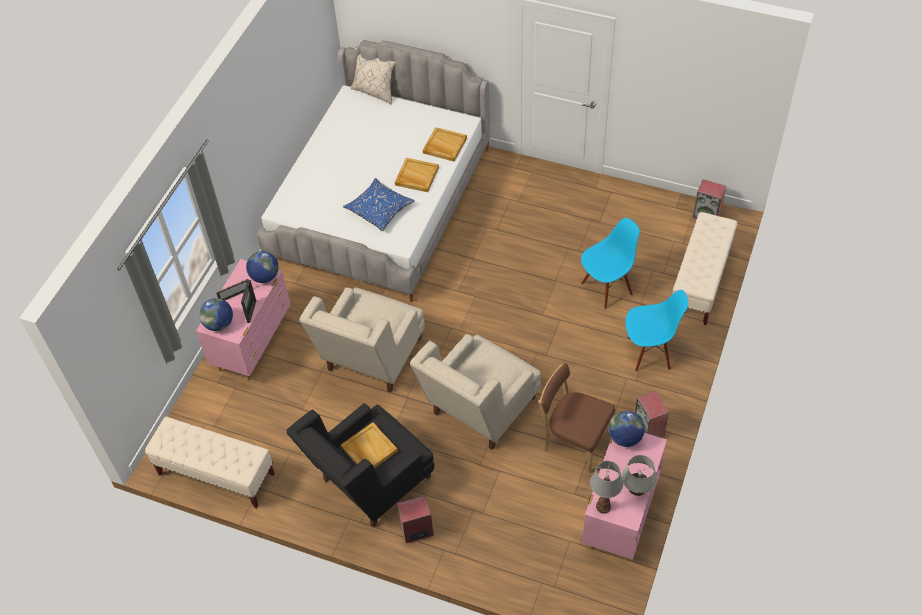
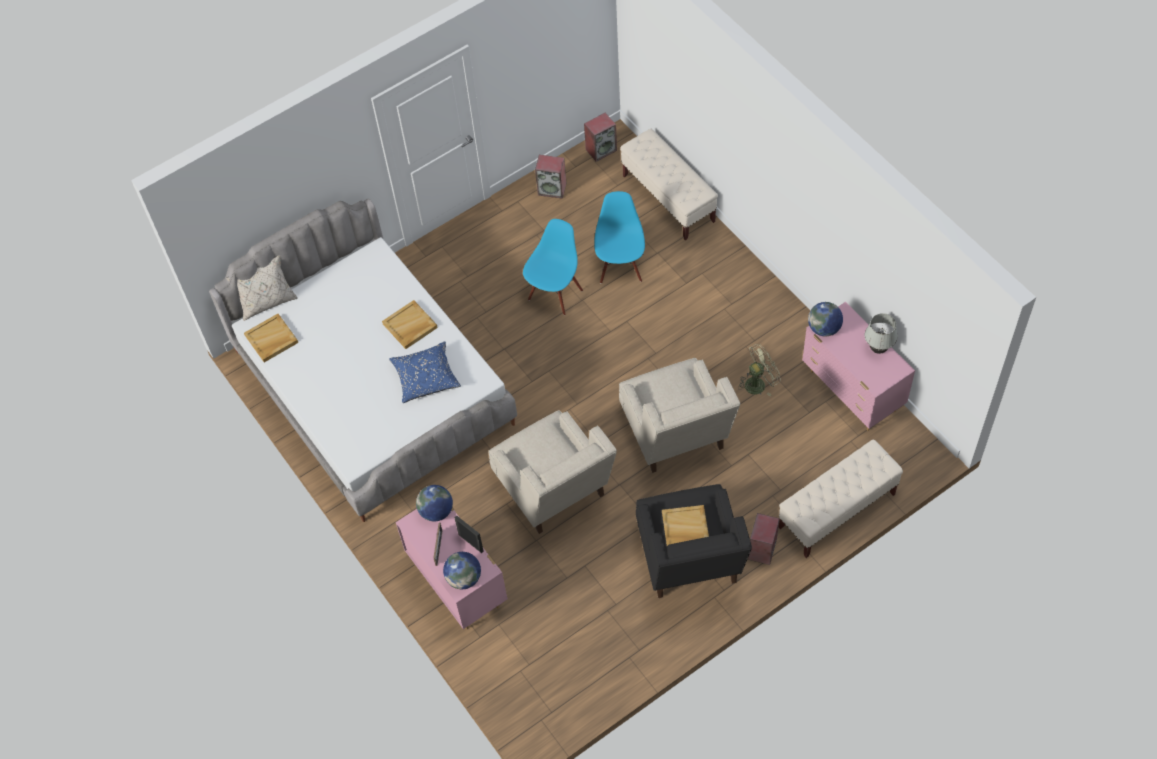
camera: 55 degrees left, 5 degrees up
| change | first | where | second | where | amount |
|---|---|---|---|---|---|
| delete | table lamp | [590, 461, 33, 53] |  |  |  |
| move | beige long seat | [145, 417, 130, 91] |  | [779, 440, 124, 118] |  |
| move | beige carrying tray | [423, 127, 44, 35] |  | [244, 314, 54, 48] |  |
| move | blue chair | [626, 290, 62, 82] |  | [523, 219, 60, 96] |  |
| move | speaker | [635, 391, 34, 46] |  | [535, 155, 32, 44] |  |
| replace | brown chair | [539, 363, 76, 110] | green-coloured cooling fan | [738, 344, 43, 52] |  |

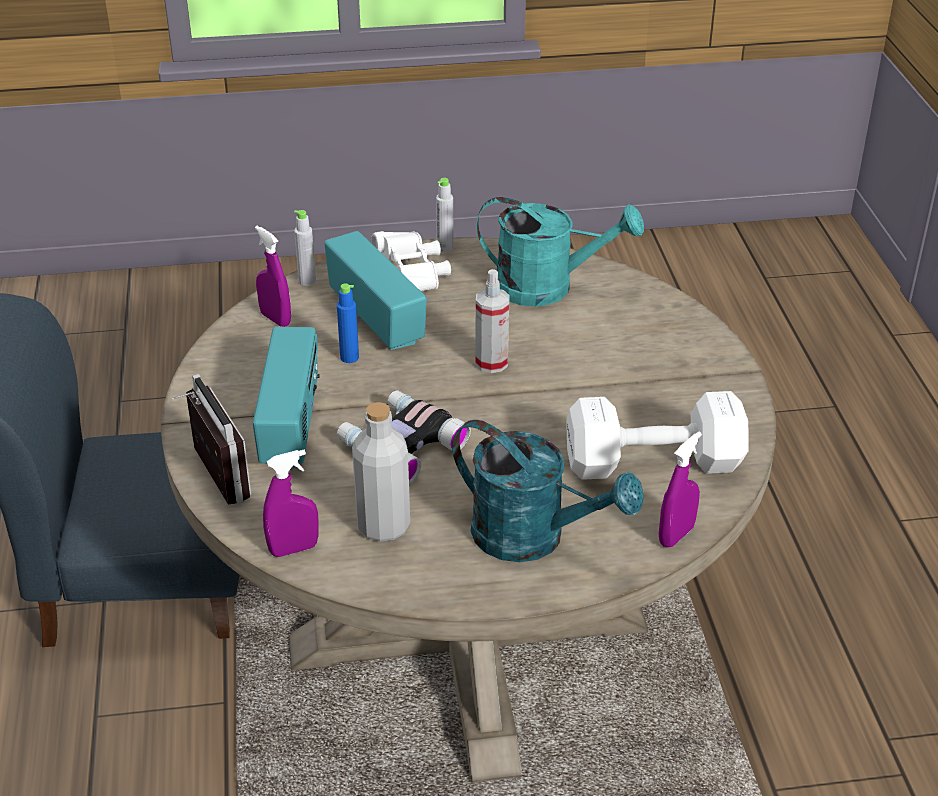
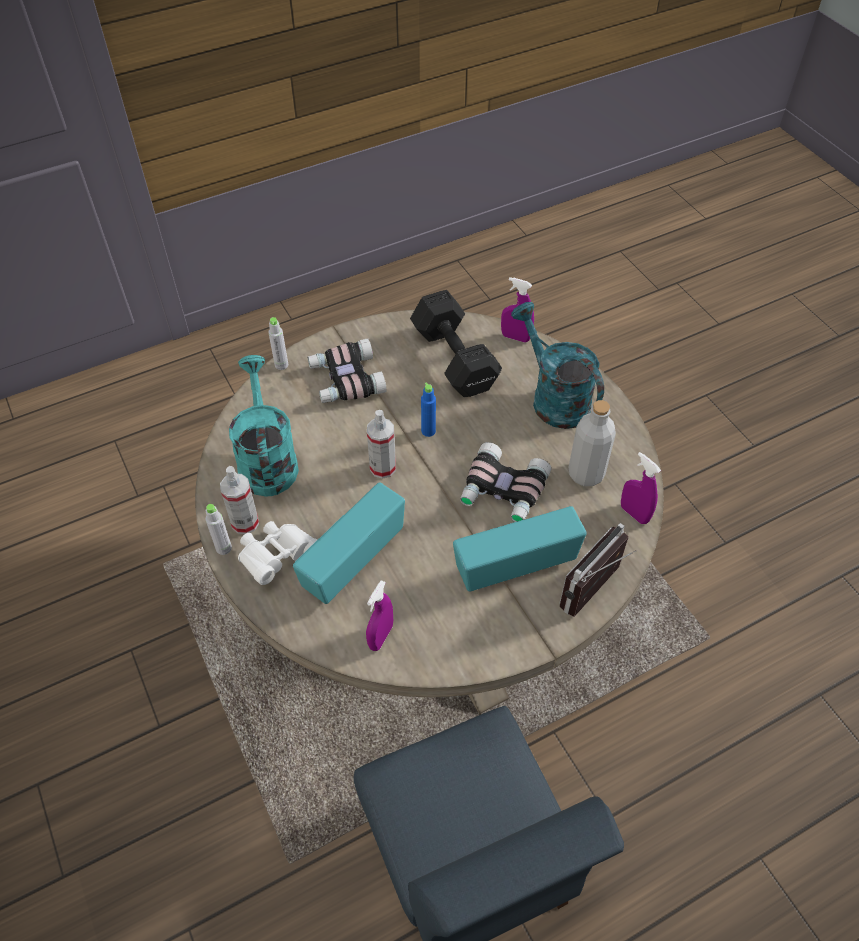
camera: 110 degrees left, 15 degrees up
| change | first | where | second | where | amount |
|---|---|---|---|---|---|
| insert |  |  | hand sprayer | [220, 466, 39, 68] |  |
| insert |  |  | pair of binoculars | [307, 338, 80, 65] |  |
| move | gray drink bottle | [294, 210, 22, 76] |  | [268, 317, 20, 53] |  |
| move | blue drink bottle | [337, 283, 22, 80] |  | [421, 382, 15, 55] |  |
| recolor | whitish hand weight | [566, 391, 183, 89] | blackish hand weight | [410, 290, 92, 107] |  |
| rotate | blue-green sprinkling can | [452, 420, 192, 142] |  | [511, 302, 93, 127] | 45 degrees counterclockwise |

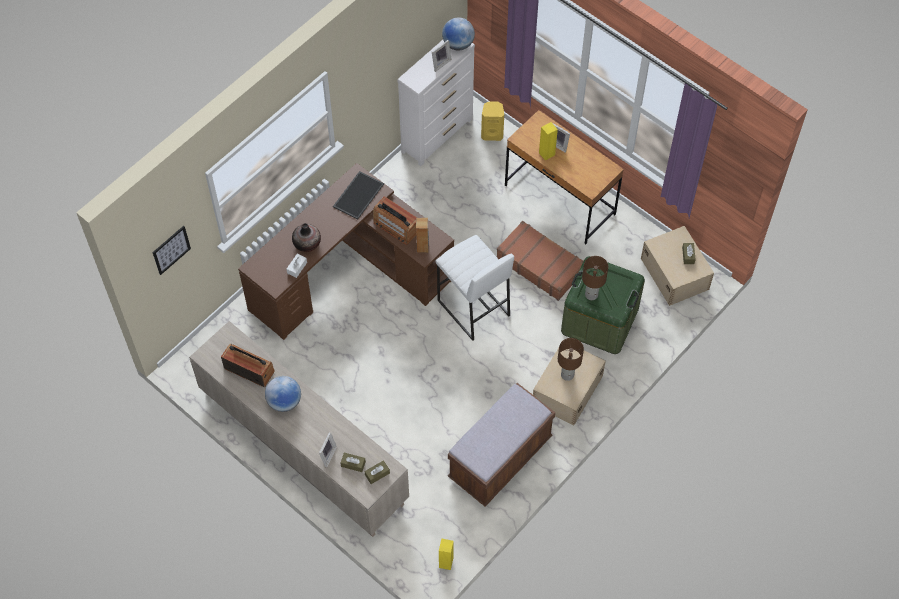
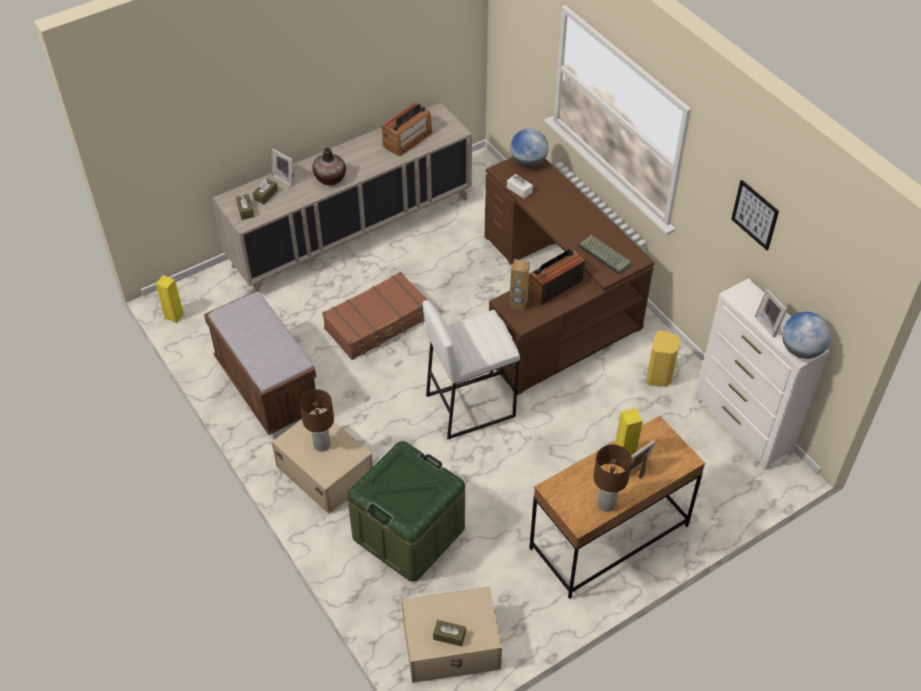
camera: 105 degrees right, 10 degrees down
| change | first | where | second | where | amount |
|---|---|---|---|---|---|
| move | wall art | [152, 226, 39, 49] |  | [731, 180, 48, 70] |  |
| move | globe | [265, 376, 36, 36] |  | [510, 128, 39, 39] |  |
| move | decorative vase | [292, 223, 29, 29] |  | [312, 148, 34, 37] |  |
| move | yellow-coloured speaker | [481, 101, 23, 40] |  | [646, 330, 34, 57] |  |
| move | brown suitcase | [497, 221, 86, 80] |  | [322, 272, 106, 88] |  |
| move | brown table lamp | [582, 256, 26, 44] |  | [593, 444, 39, 68] |  |
| replace | carrying tray | [333, 171, 51, 49] | PC keyboard | [578, 235, 55, 40] |  |

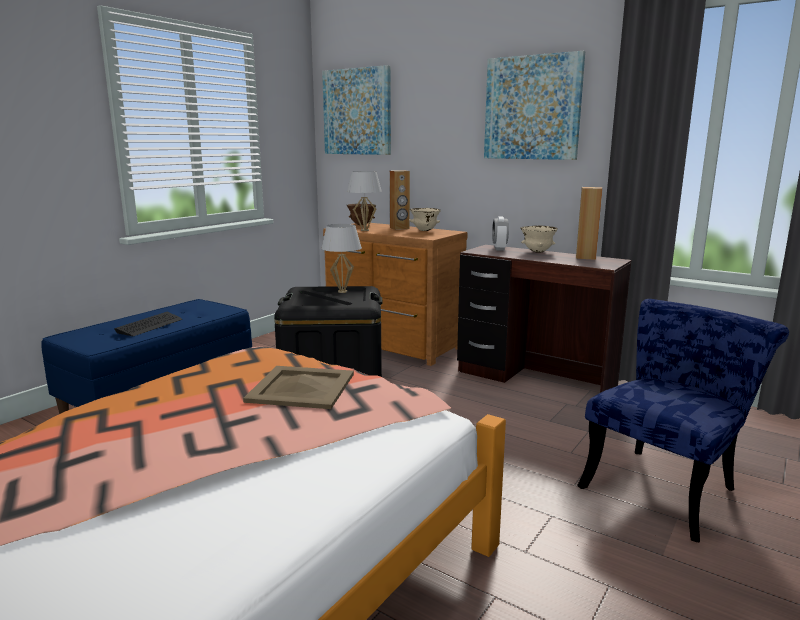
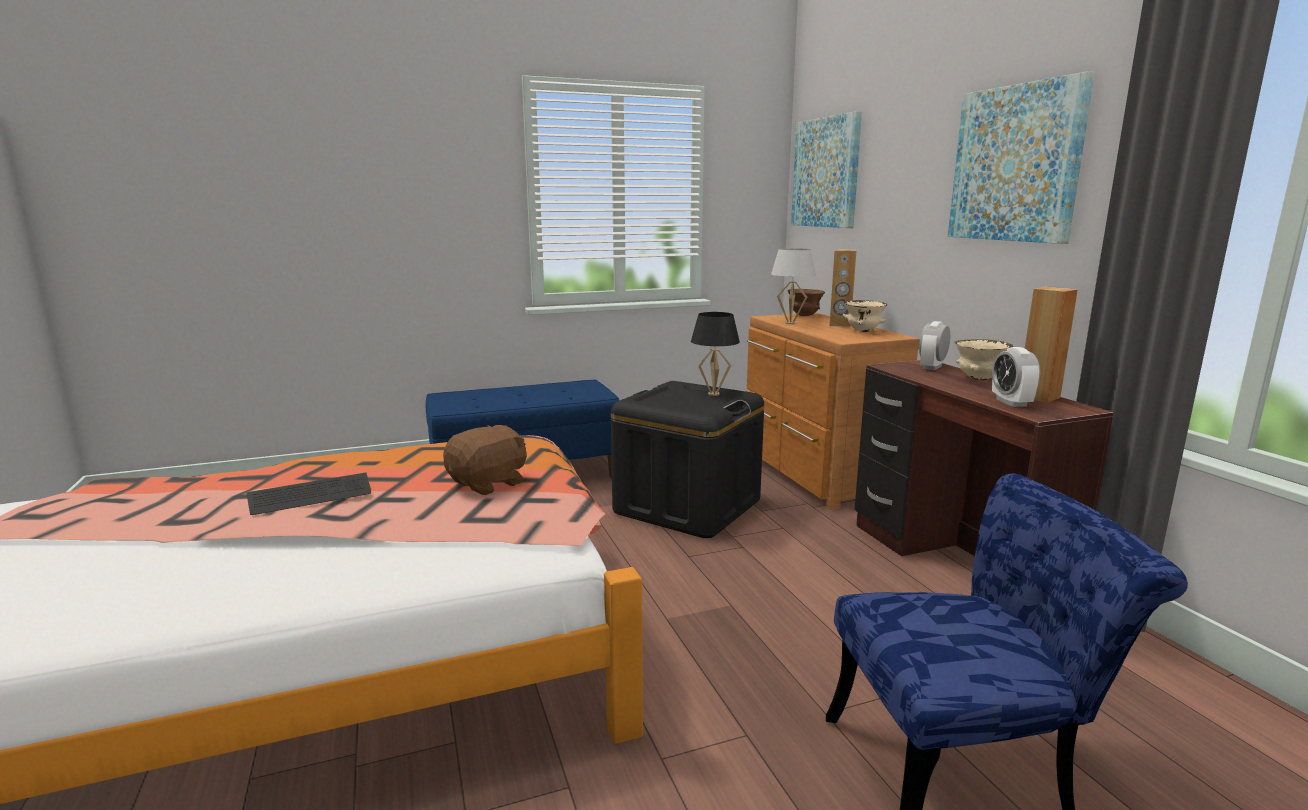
camera: 35 degrees right, 0 degrees up
| change | first | where | second | where | amount |
|---|---|---|---|---|---|
| insert |  |  | table clock | [992, 347, 48, 60] |  |
| move | PC keyboard | [114, 312, 68, 24] |  | [246, 472, 125, 43] |  |
| replace | beige carrying tray | [243, 366, 111, 43] | brown soft toy | [443, 425, 84, 70] |  |
| recolor | whitish table lamp | [321, 224, 41, 69] | blackish table lamp | [691, 312, 49, 84] |  |

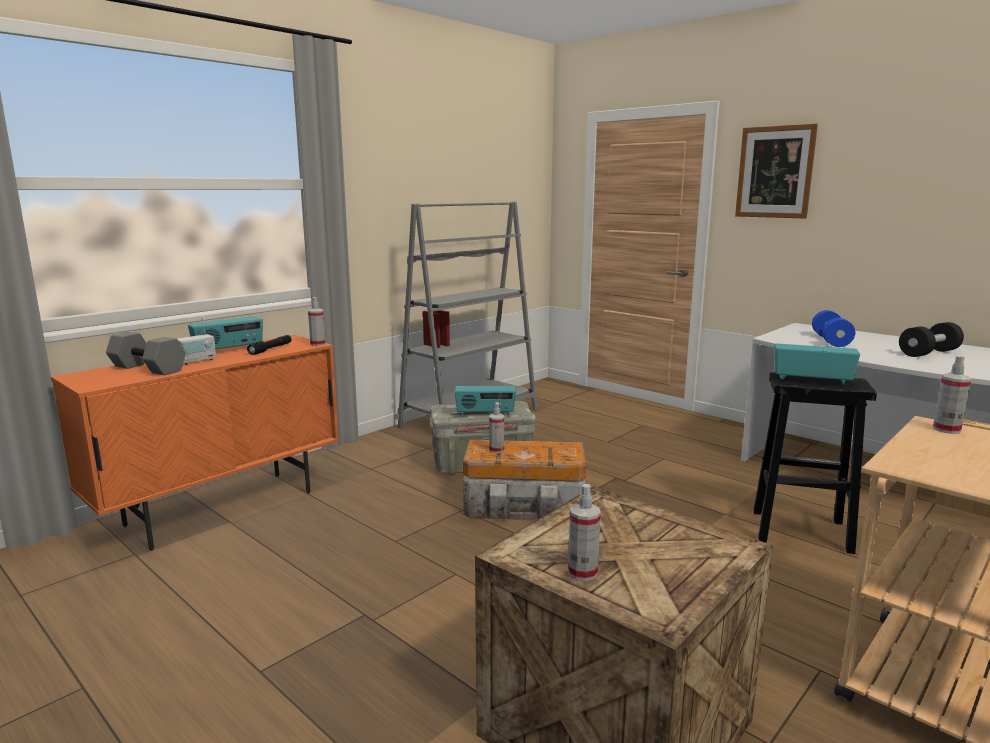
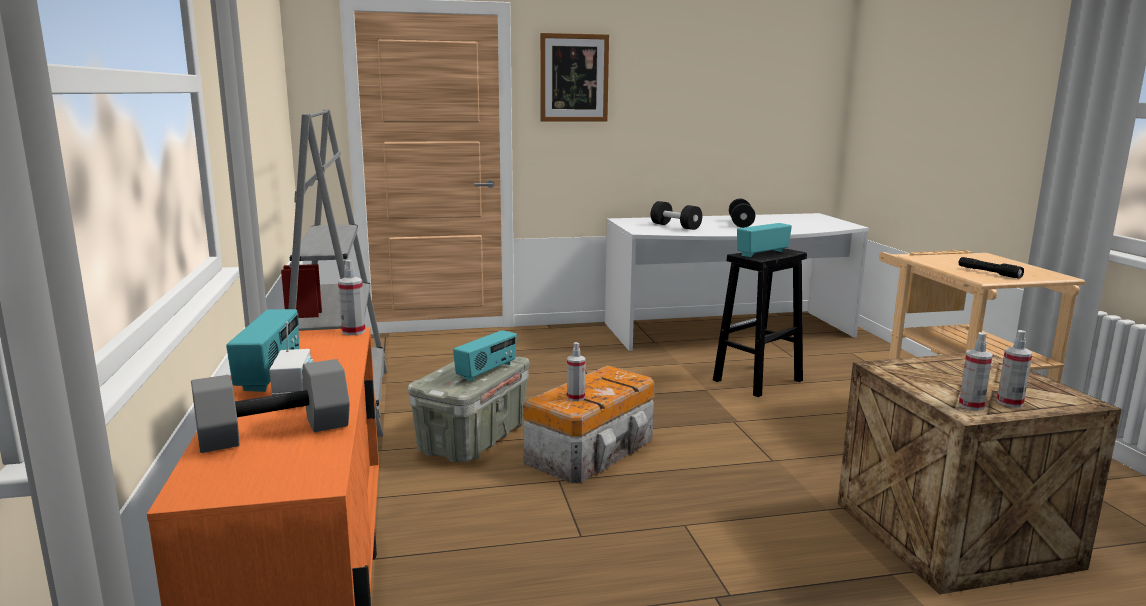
camera: 55 degrees left, 0 degrees up
| change | first | where | second | where | amount |
|---|---|---|---|---|---|
| move | blackish hand torch | [247, 335, 45, 20] |  | [959, 257, 65, 22] |  |
| move | hand sprayer | [933, 355, 38, 79] |  | [959, 332, 34, 79] |  |
| recolor | blue hand weight | [812, 310, 43, 37] | blackish hand weight | [651, 201, 51, 29] |  |

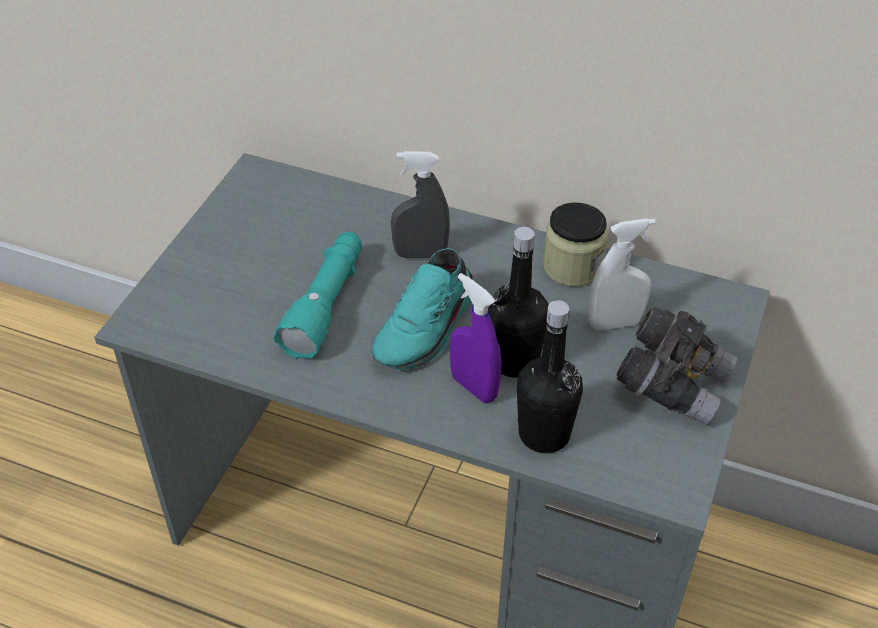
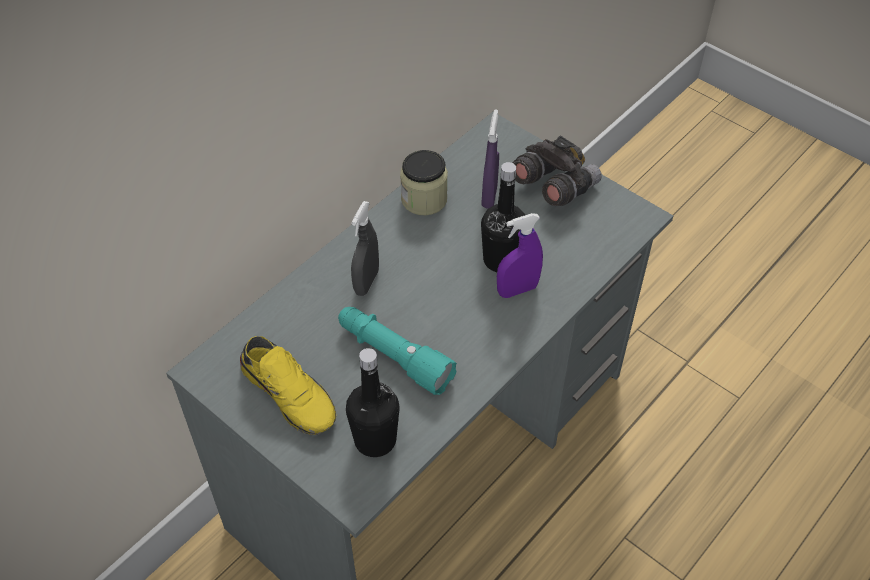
camera: 70 degrees left, 5 degrees up
| change | first | where | second | where | amount |
|---|---|---|---|---|---|
| delete | blue-green item of footwear | [371, 248, 104, 122] |  |  |  |
| insert |  |  | yellow-coloured item of footwear | [240, 336, 96, 99] |  |
| move | blackish drink bottle | [517, 300, 66, 153] |  | [346, 348, 53, 109] |  |
| recolor | whitish hand sprayer | [588, 218, 68, 113] | purple hand sprayer | [482, 109, 17, 100] |  |

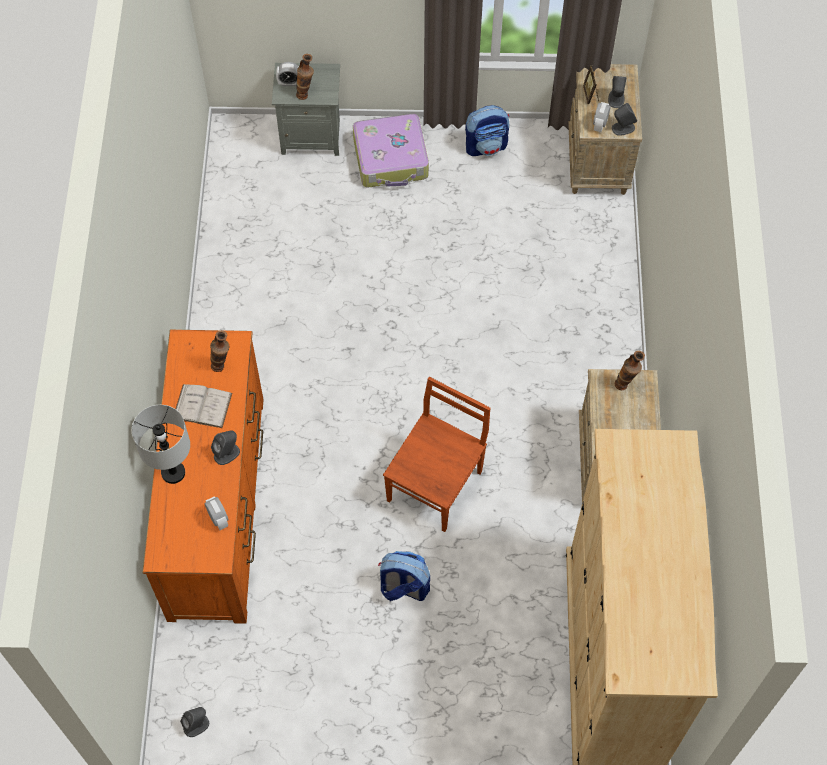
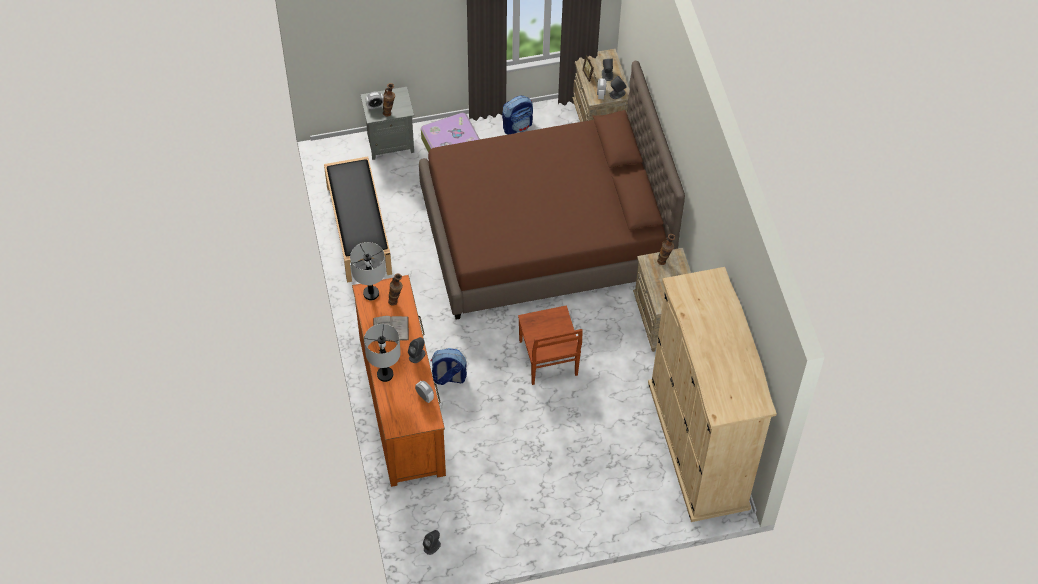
camera: 15 degrees left, 5 degrees down
| change | first | where | second | where | amount |
|---|---|---|---|---|---|
| insert |  |  | blackish long seat | [324, 157, 68, 126] |  |
| insert |  |  | gray table lamp | [350, 242, 36, 58] |  |
| insert |  |  | brown sleeping bed | [419, 61, 266, 259] |  |
| move | knapsack | [378, 551, 52, 50] |  | [430, 348, 37, 37] |  |
| rotate | brown chair | [383, 377, 108, 155] |  | [518, 305, 65, 80] | 150 degrees clockwise |

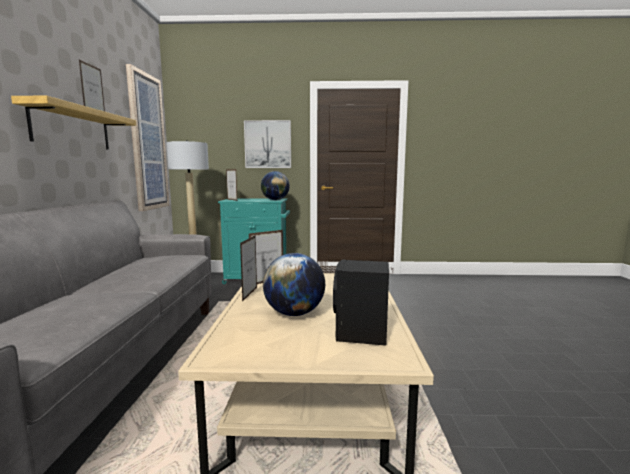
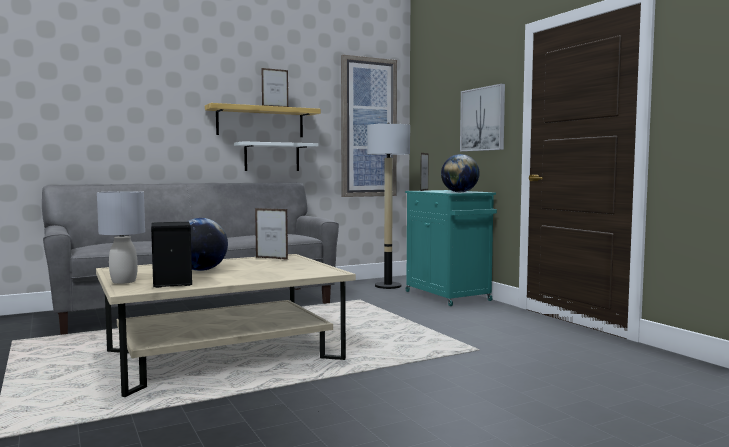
camera: 60 degrees right, 5 degrees down
| change | first | where | second | where | amount |
|---|---|---|---|---|---|
| delete | standing frame | [240, 236, 17, 66] |  |  |  |
| insert |  |  | gray table lamp | [97, 191, 48, 93] |  |
| insert |  |  | whitish bracket shelf | [234, 141, 85, 30] |  |

